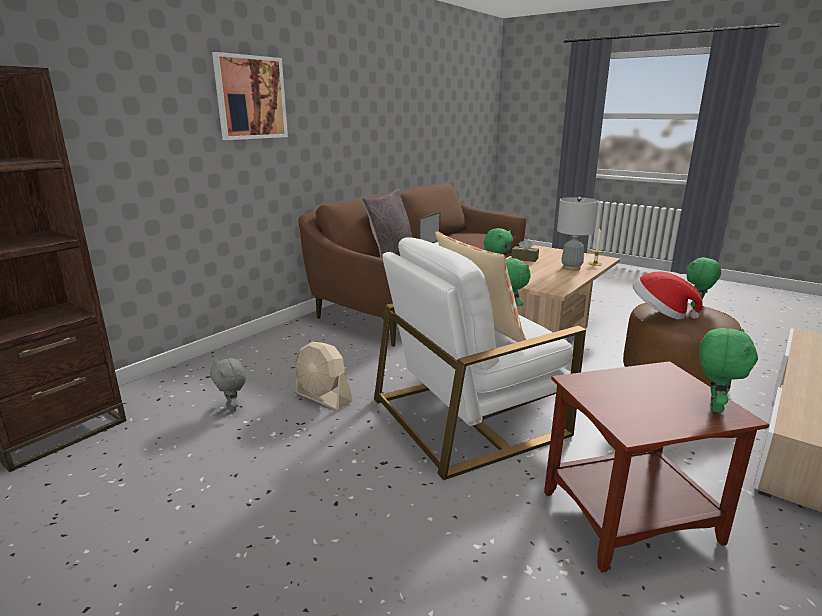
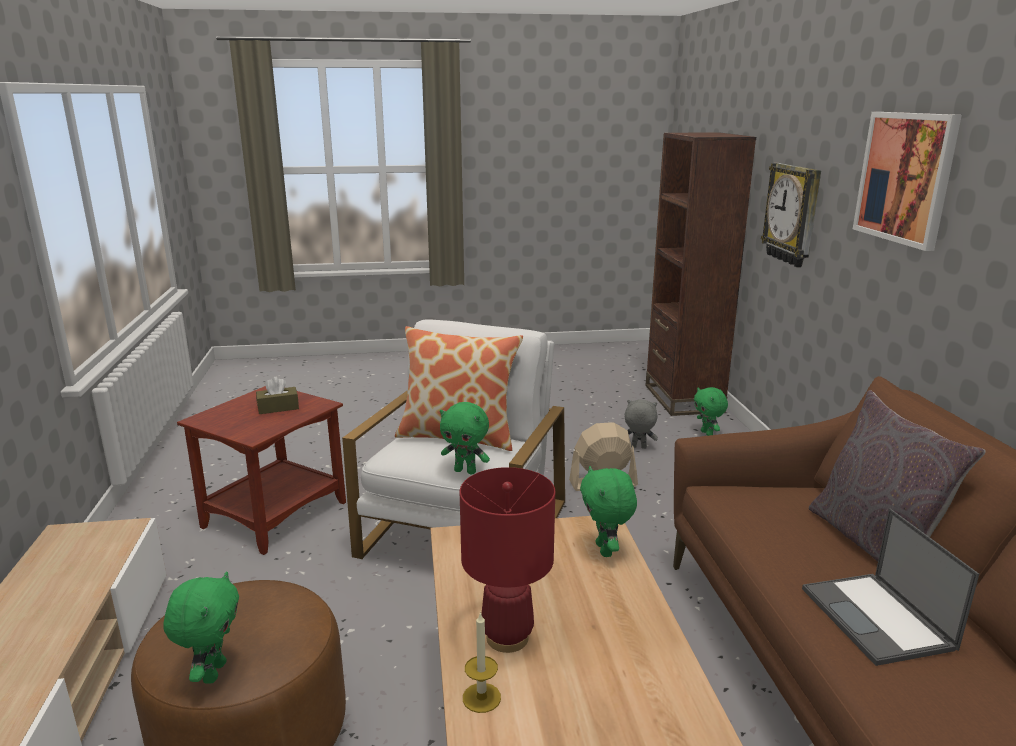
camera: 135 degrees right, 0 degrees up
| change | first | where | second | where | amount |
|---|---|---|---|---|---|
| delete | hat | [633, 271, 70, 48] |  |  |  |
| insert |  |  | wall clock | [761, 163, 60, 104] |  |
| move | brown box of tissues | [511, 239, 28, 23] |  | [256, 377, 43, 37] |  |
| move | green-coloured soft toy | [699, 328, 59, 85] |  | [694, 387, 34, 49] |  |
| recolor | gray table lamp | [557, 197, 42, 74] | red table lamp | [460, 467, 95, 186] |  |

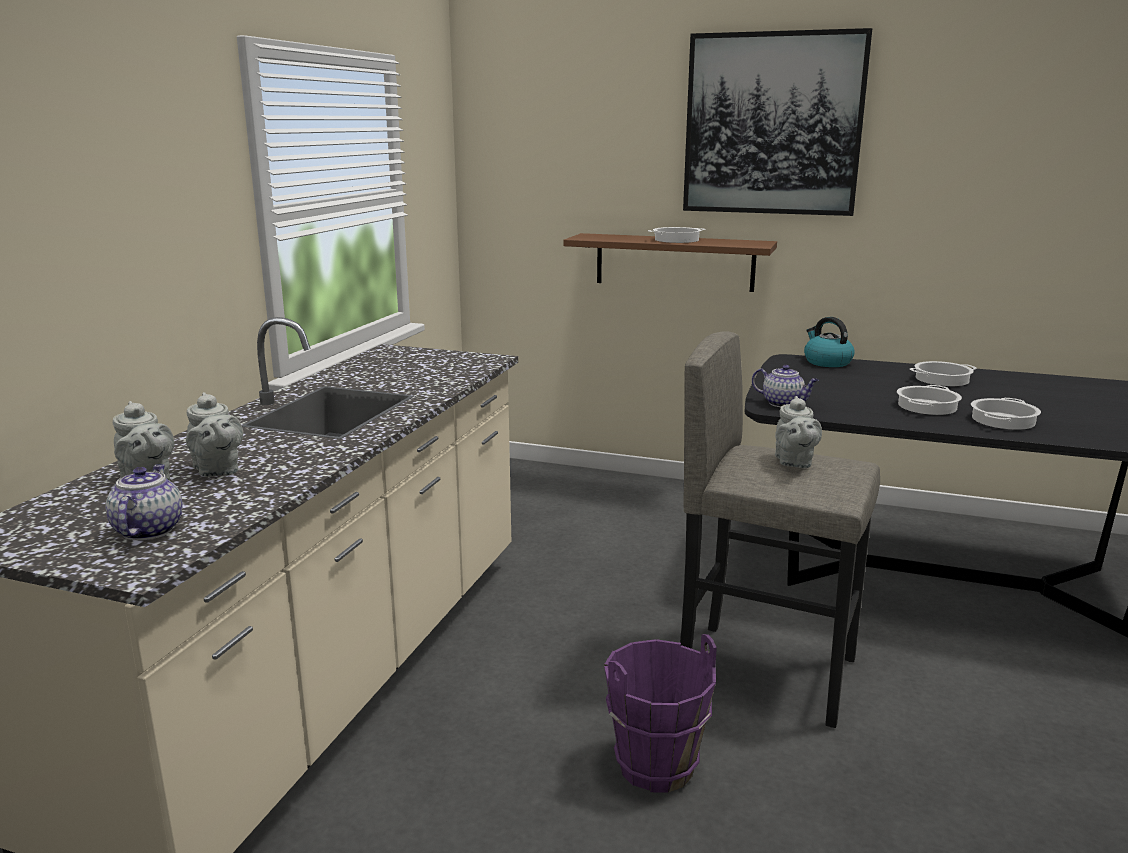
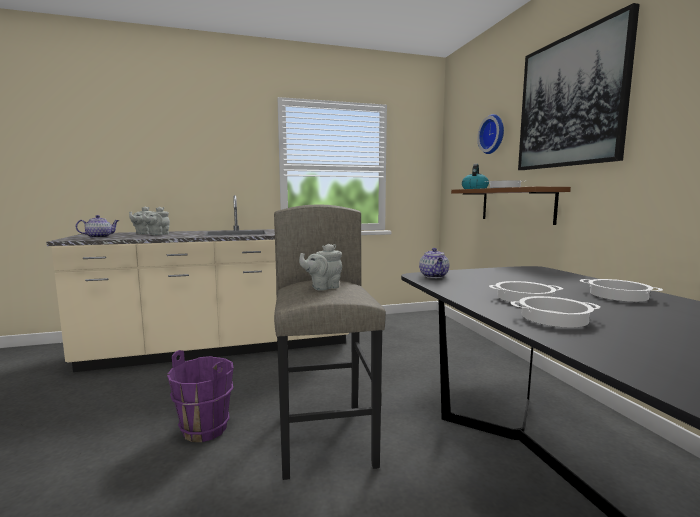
camera: 55 degrees right, 10 degrees down
| change | first | where | second | where | amount |
|---|---|---|---|---|---|
| insert |  |  | wall clock | [477, 114, 27, 40] |  |
| move | tea kettle | [804, 317, 51, 50] |  | [462, 164, 27, 25] |  |

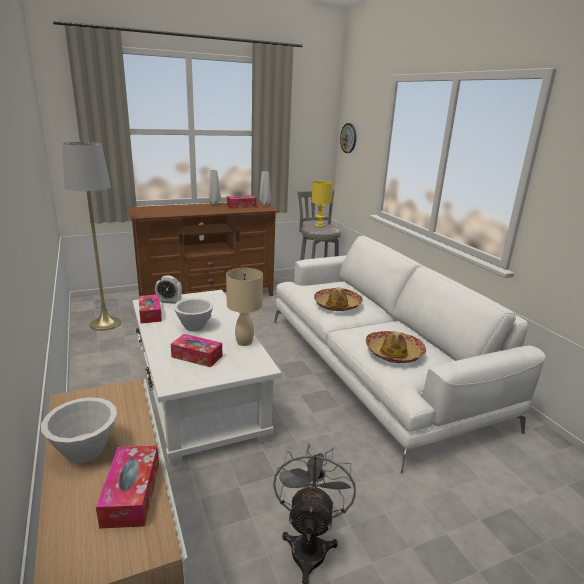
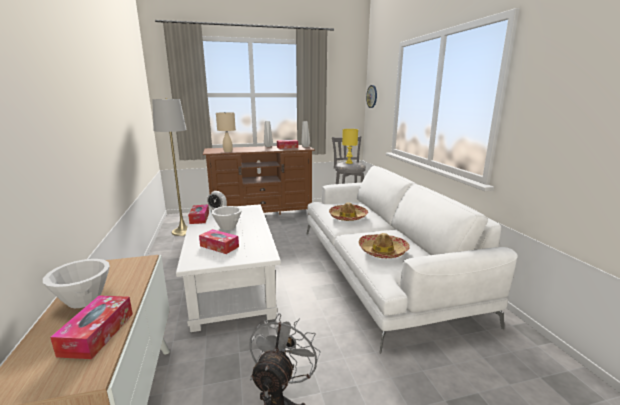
camera: 10 degrees right, 5 degrees down
| change | first | where | second | where | amount |
|---|---|---|---|---|---|
| move | beige table lamp | [226, 268, 37, 78] |  | [216, 112, 20, 40] |  |

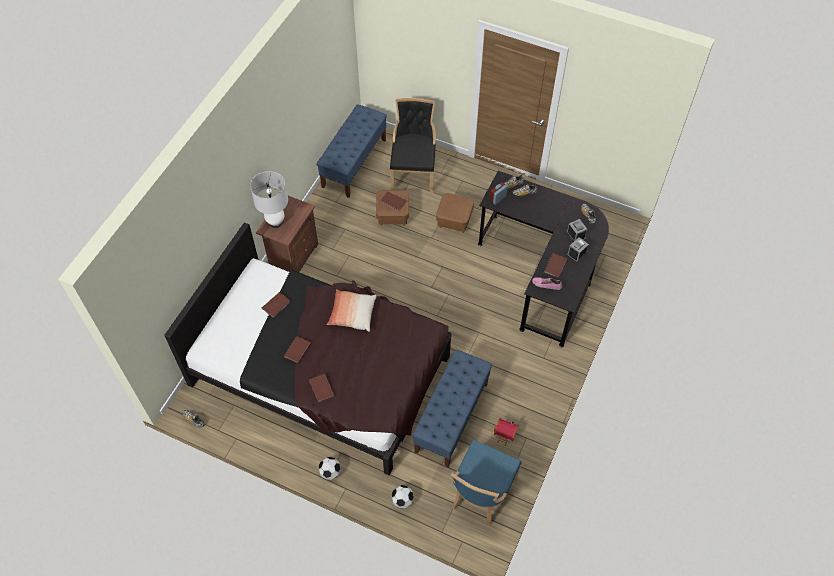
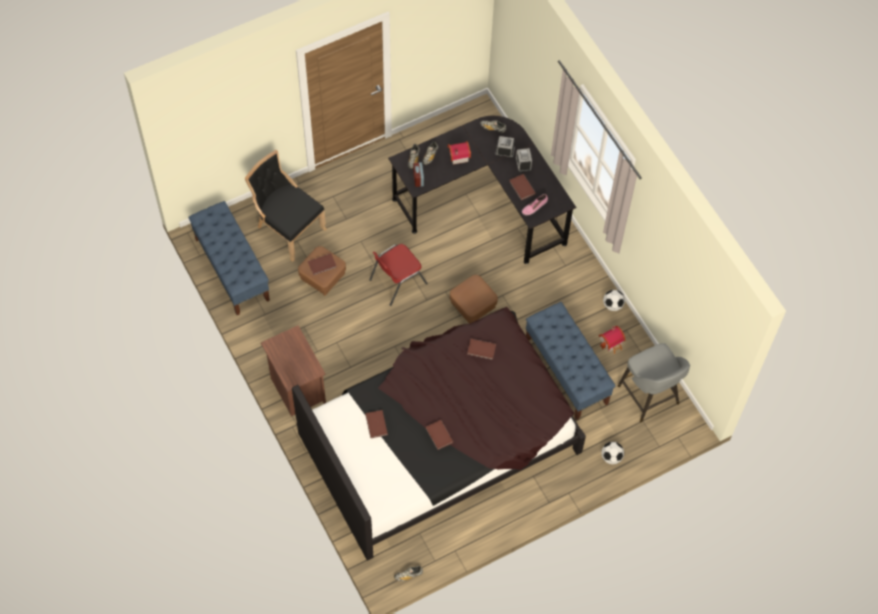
camera: 55 degrees left, 5 degrees up
| change | first | where | second | where | amount |
|---|---|---|---|---|---|
| delete | whitish table lamp | [250, 171, 38, 57] |  |  |  |
| delete | cushion | [327, 289, 50, 43] |  |  |  |
| insert |  |  | red chair | [369, 244, 59, 62] |  |
| insert |  |  | model house | [448, 141, 23, 24] |  |
| move | brown book | [309, 374, 25, 28] |  | [467, 339, 29, 21] |  |
| move | ball for football | [318, 457, 23, 23] |  | [603, 290, 22, 21] |  |
| move | brown ottoman | [436, 193, 38, 40] |  | [450, 275, 48, 49] |  |
| replace | blue chair | [451, 439, 70, 86] | gray sitting stool | [618, 343, 72, 79] |  |

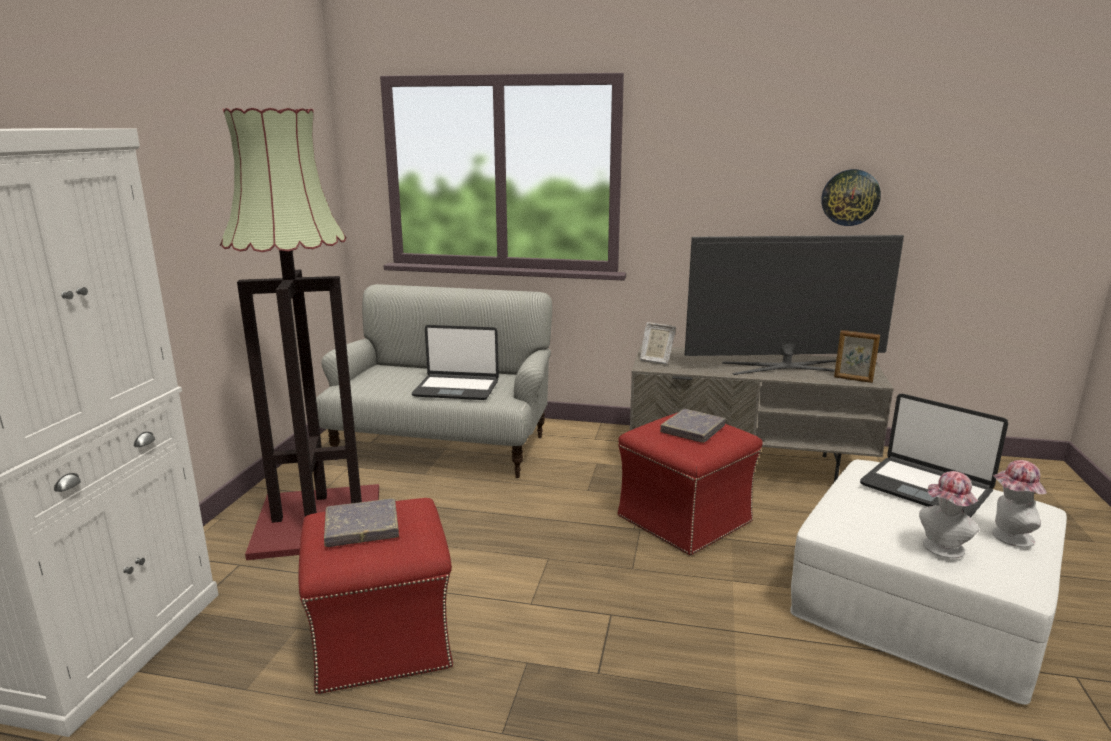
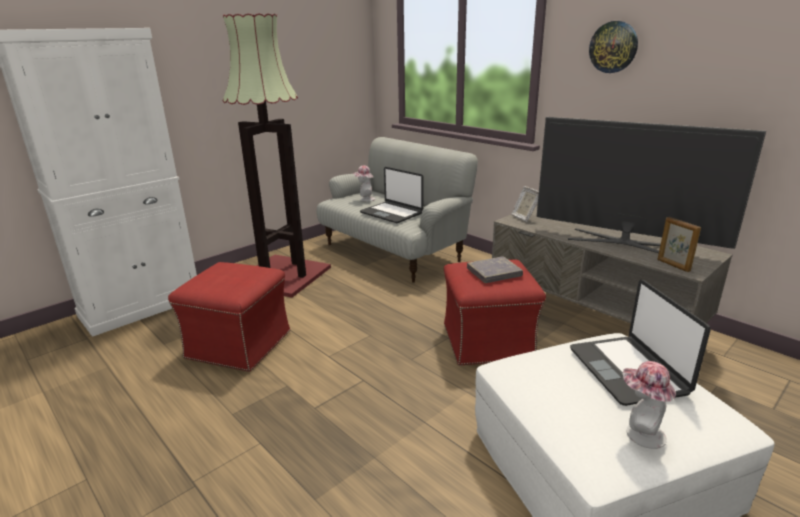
camera: 35 degrees right, 5 degrees up
| change | first | where | second | where | amount |
|---|---|---|---|---|---|
| delete | gray book | [324, 498, 75, 49] |  |  |  |
| move | wall clock | [821, 169, 60, 57] |  | [589, 21, 49, 52] |  |
| move | hat | [919, 471, 61, 87] |  | [353, 165, 22, 37] |  |

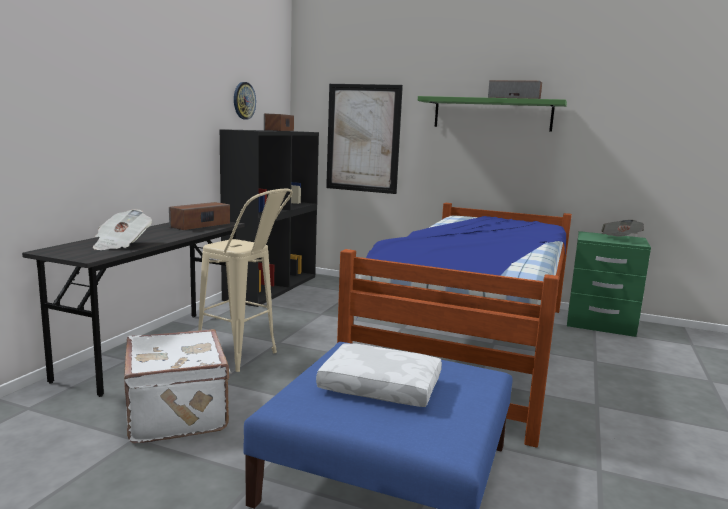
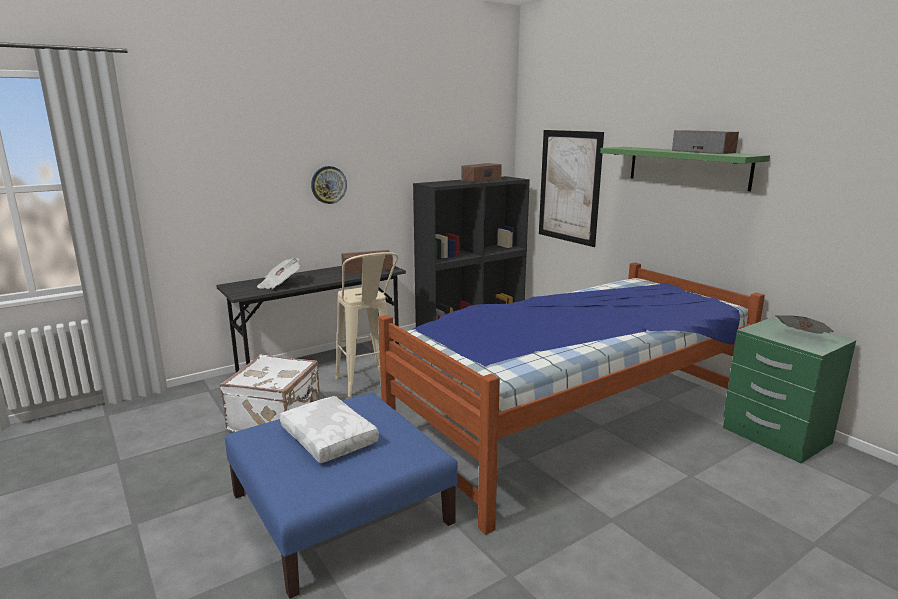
camera: 35 degrees right, 5 degrees up
| change | first | where | second | where | amount |
|---|---|---|---|---|---|
| move | wall clock | [234, 82, 22, 38] |  | [311, 166, 36, 38] |  |

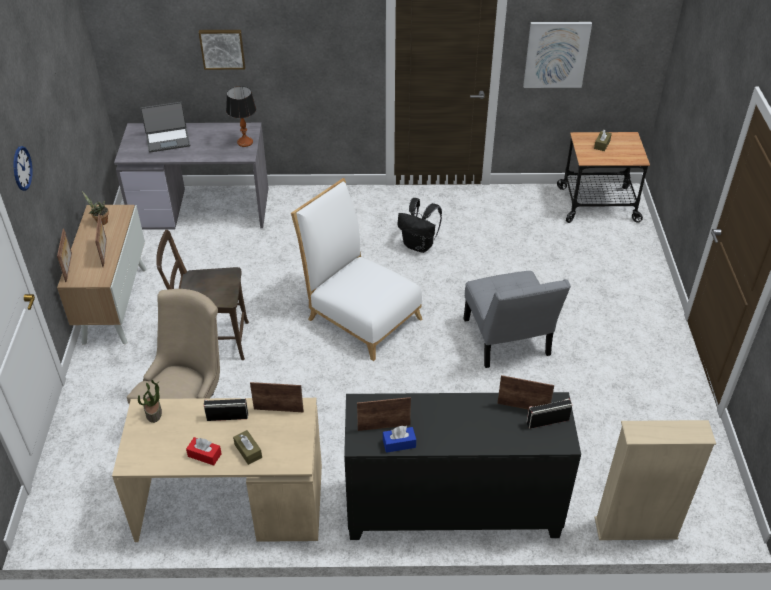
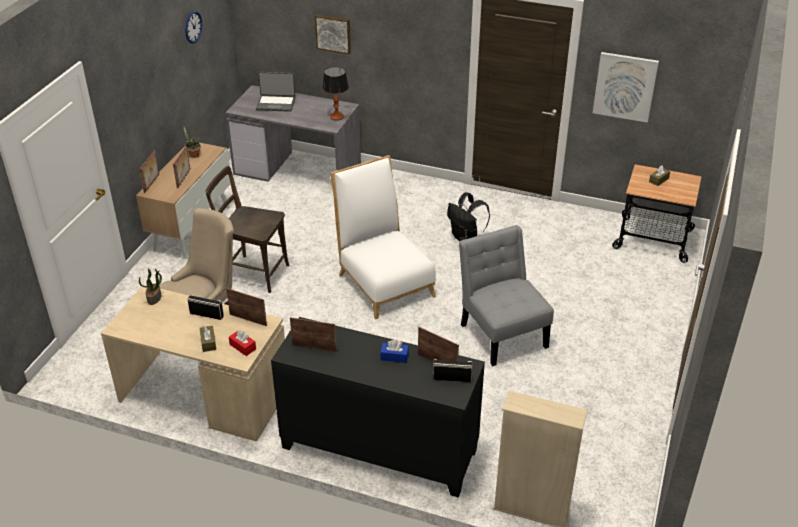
camera: 20 degrees right, 5 degrees down
| change | first | where | second | where | amount |
|---|---|---|---|---|---|
| move | wall clock | [14, 146, 18, 45] |  | [185, 11, 17, 33] |  |
| move | red box of tissues | [186, 437, 36, 29] |  | [229, 330, 27, 26] |  |
| move | blue box of tissues | [383, 426, 33, 27] |  | [380, 340, 29, 23] |  |
| rotate | gray chair | [464, 271, 107, 97] |  | [459, 225, 95, 141] | 150 degrees clockwise |

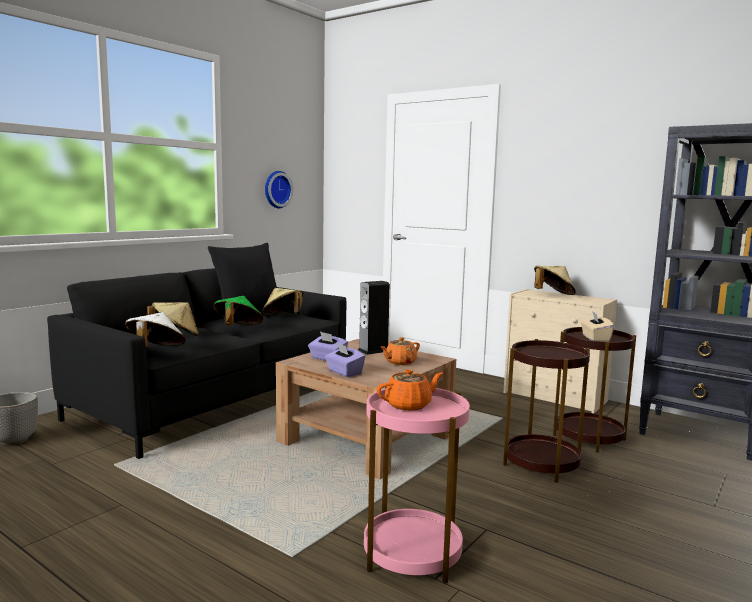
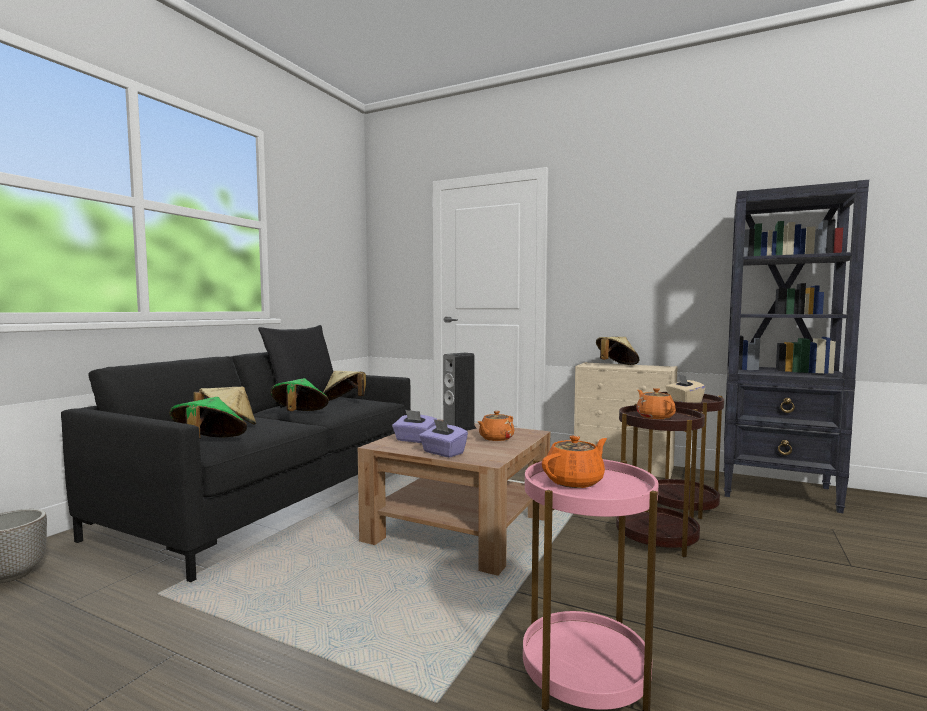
camera: 10 degrees left, 5 degrees down
| change | first | where | second | where | amount |
|---|---|---|---|---|---|
| delete | wall clock | [265, 171, 28, 37] |  |  |  |
| insert |  |  | orange teapot | [636, 388, 40, 31] |  |
| recolor | whitish hat | [125, 312, 61, 35] | green-coloured hat | [169, 397, 78, 40] |  |

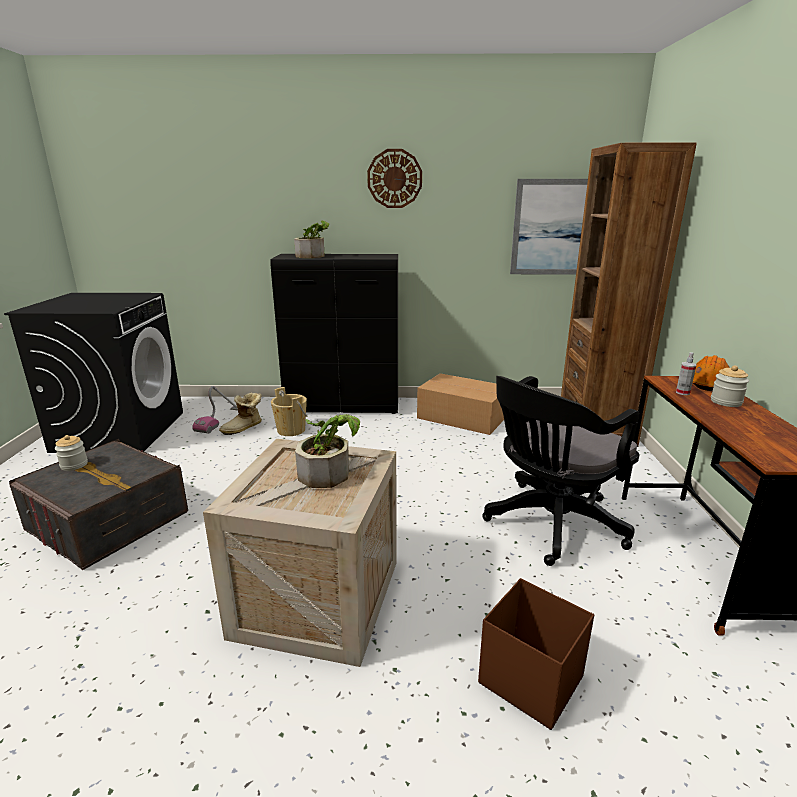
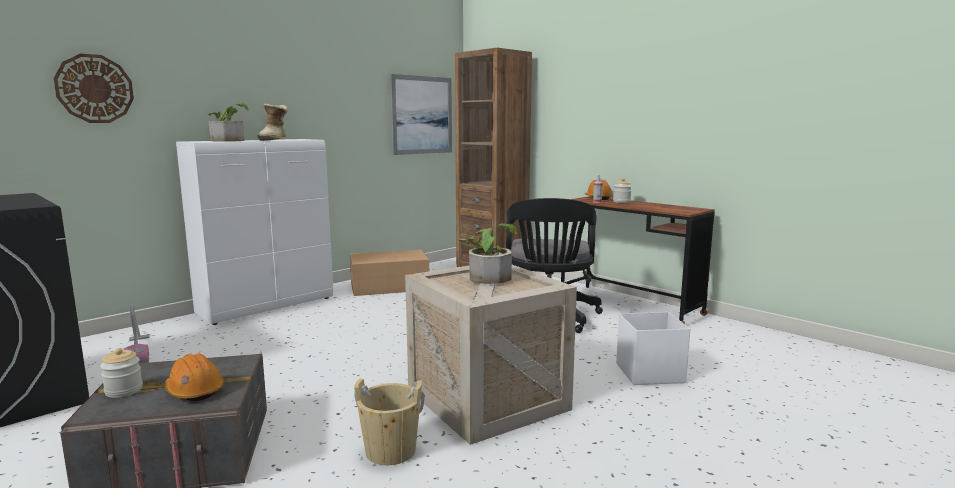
camera: 45 degrees left, 10 degrees down
| change | first | where | second | where | amount |
|---|---|---|---|---|---|
| insert |  |  | orange safety helmet | [165, 353, 59, 48] |  |
| move | boot | [219, 393, 43, 42] |  | [257, 104, 31, 37] |  |
| move | beige bucket | [271, 387, 36, 49] |  | [354, 379, 71, 86] |  |
| move | wall clock | [367, 149, 55, 59] |  | [54, 54, 80, 69] |  |
| recolor | blackish cupboard | [270, 254, 128, 160] | whitish cupboard | [176, 139, 157, 186] |  |
| recolor | brown storage box | [478, 578, 116, 152] | whitish storage box | [616, 312, 74, 73] |  |

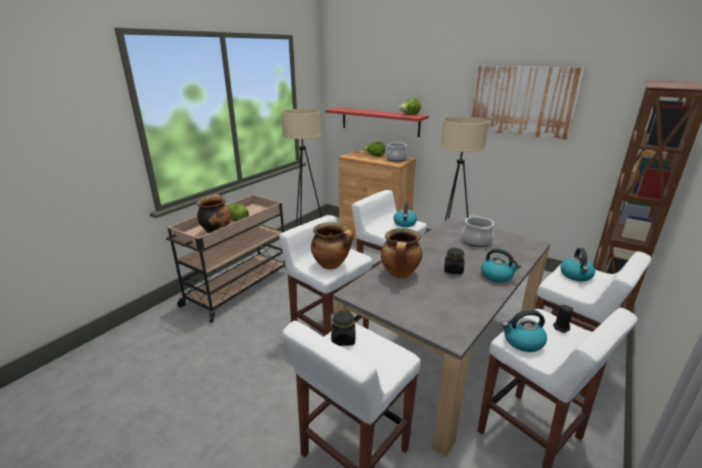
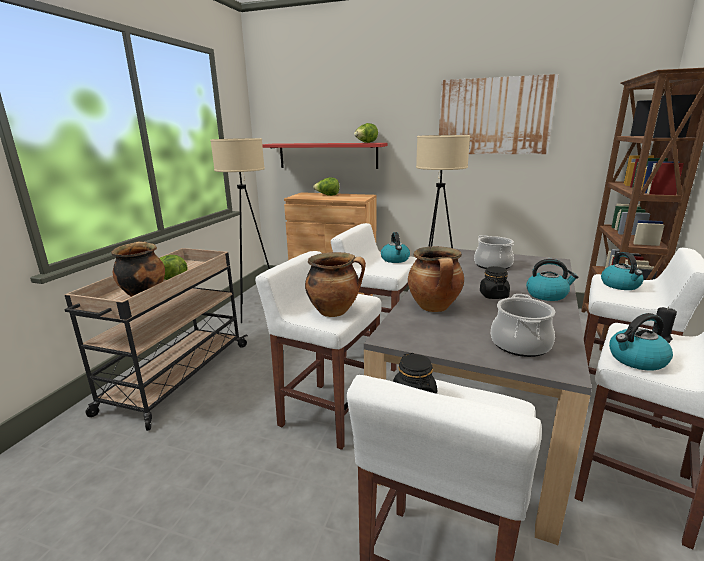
camera: 15 degrees left, 5 degrees down
| change | first | where | second | where | amount |
|---|---|---|---|---|---|
| move | cooking pot | [386, 142, 22, 20] |  | [491, 294, 64, 63] |  |

